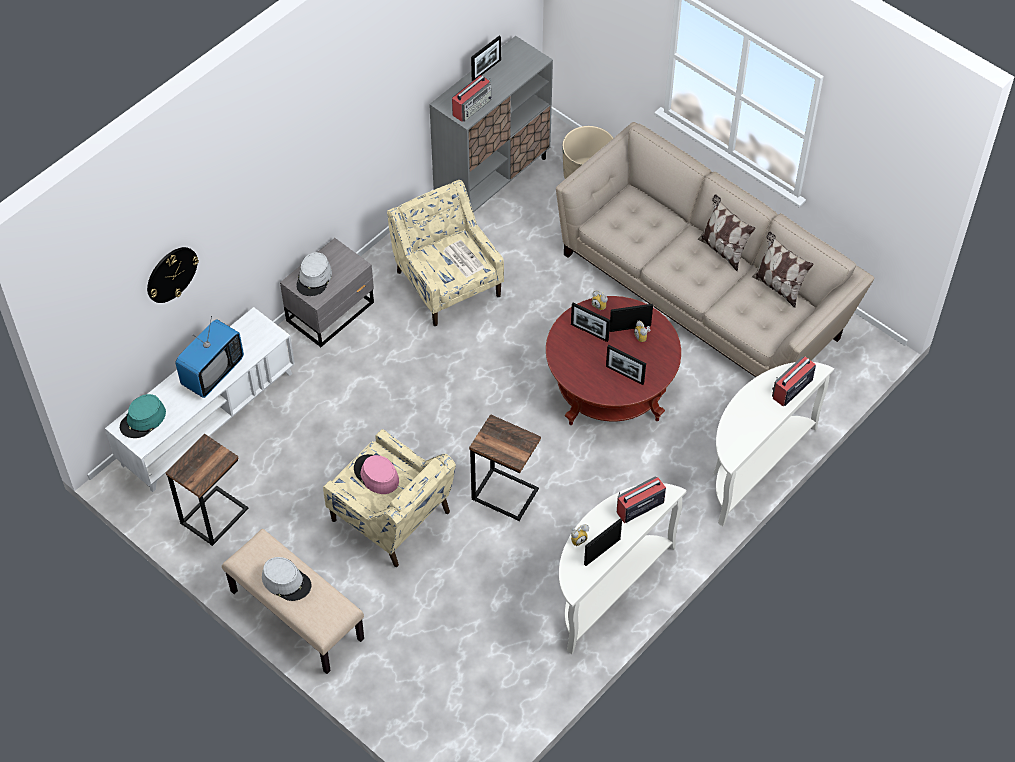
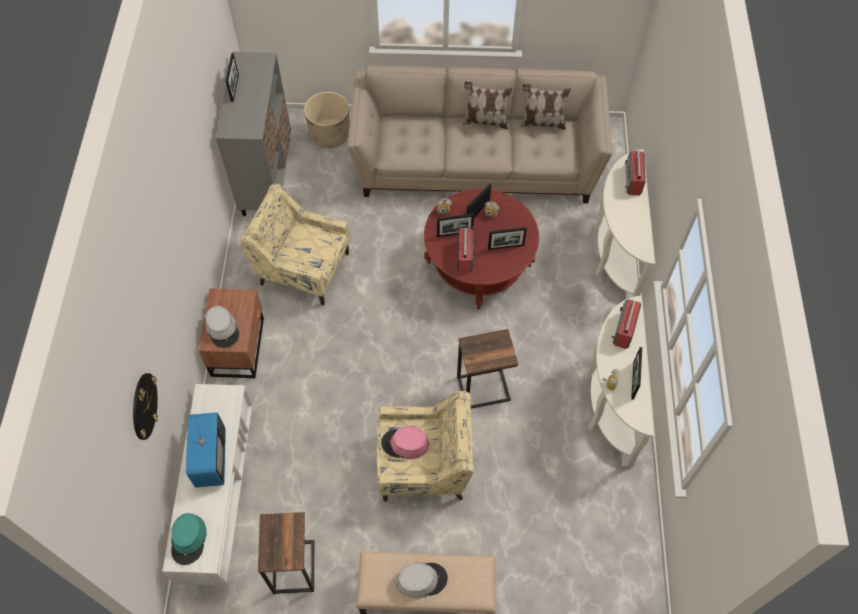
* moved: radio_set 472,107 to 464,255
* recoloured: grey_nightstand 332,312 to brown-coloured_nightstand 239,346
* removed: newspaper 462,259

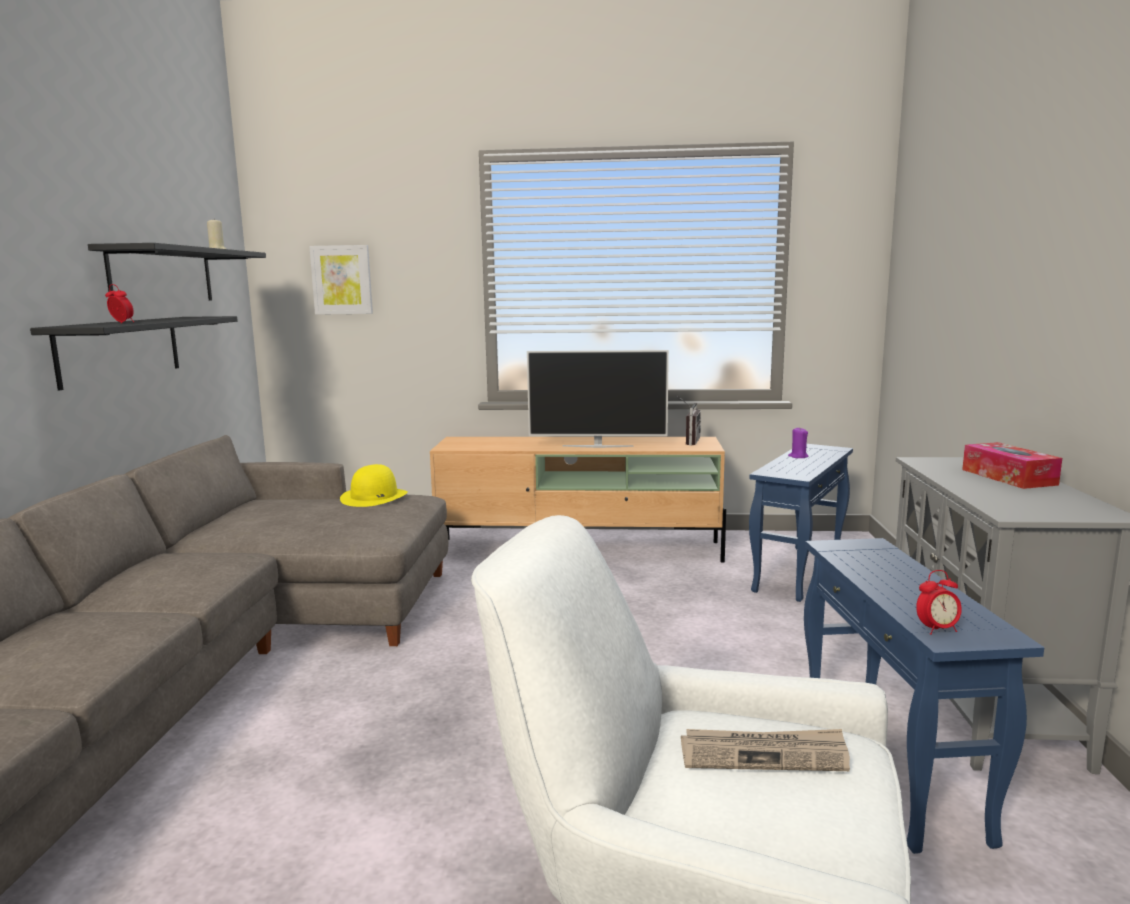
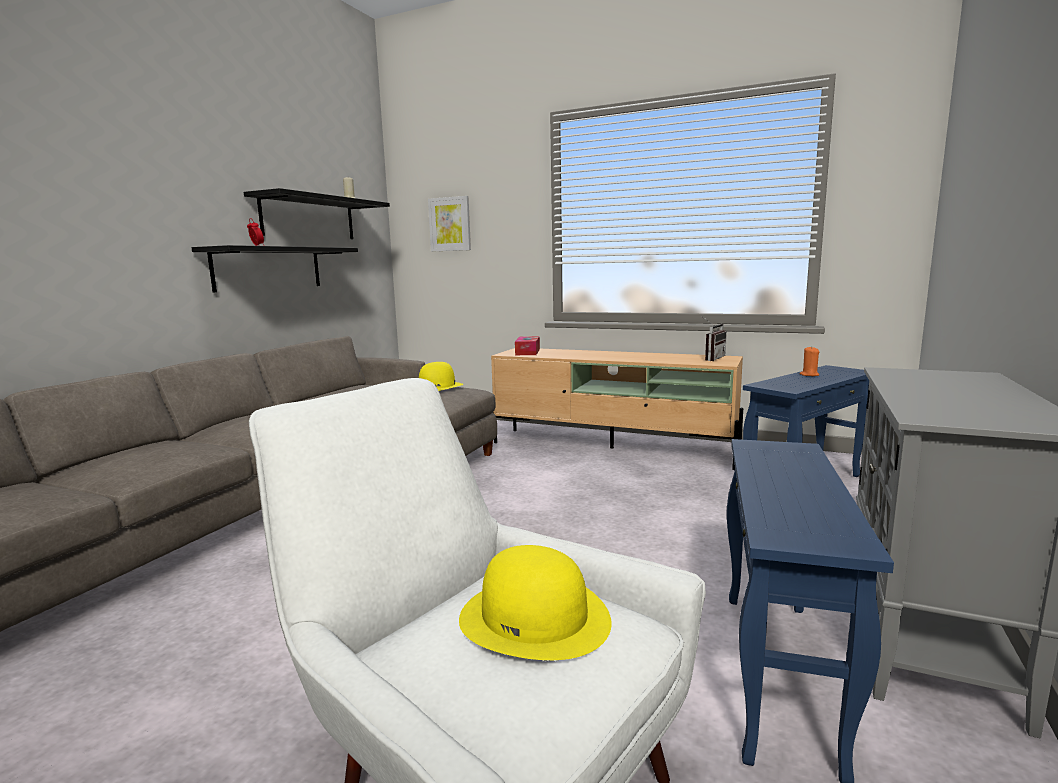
* removed: TV 597,446
* recoloured: purple_wax_light 798,456 to orange_wax_light 809,375
* moved: box_of_tissues 1008,477 to 527,352
* removed: bedside_clock 937,629
* replaced: newspaper 764,754 to yellow-coloured_hat 535,618

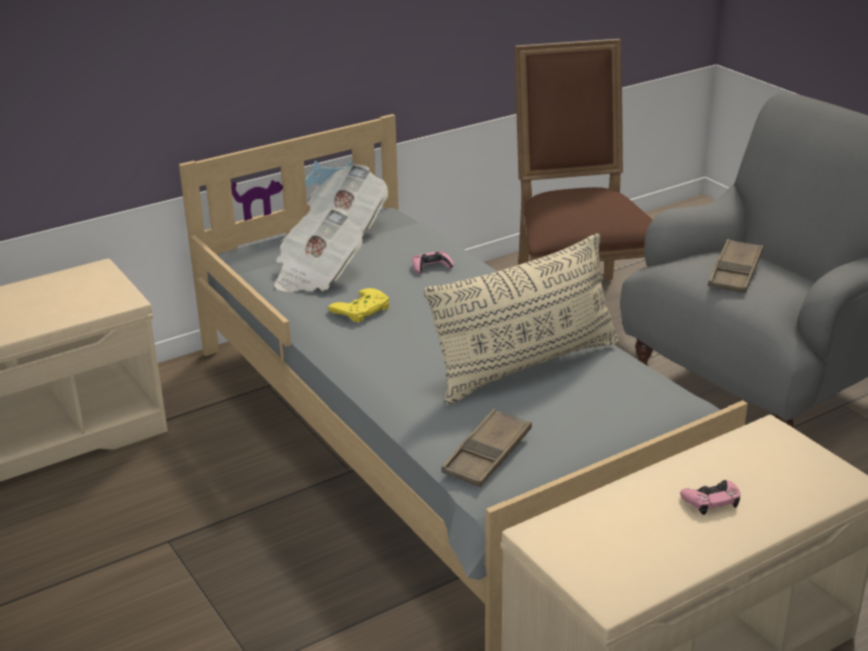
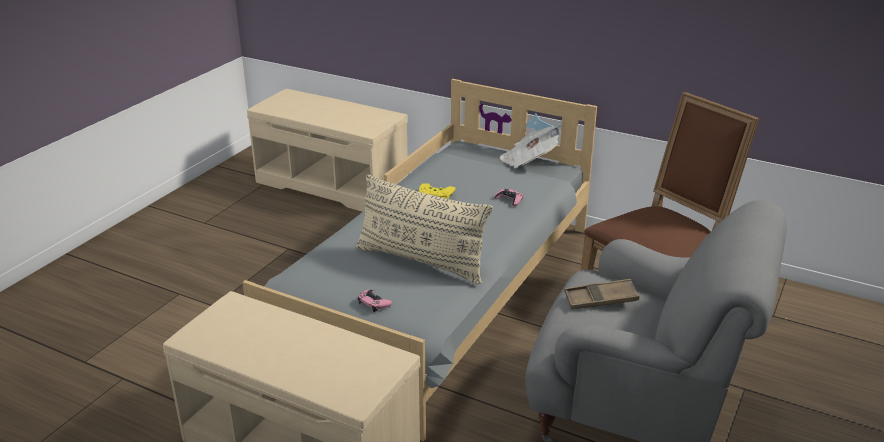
* removed: newspaper 316,274
* removed: brown-coloured_tray 487,454
* moved: pink_joypad 711,500 to 374,303

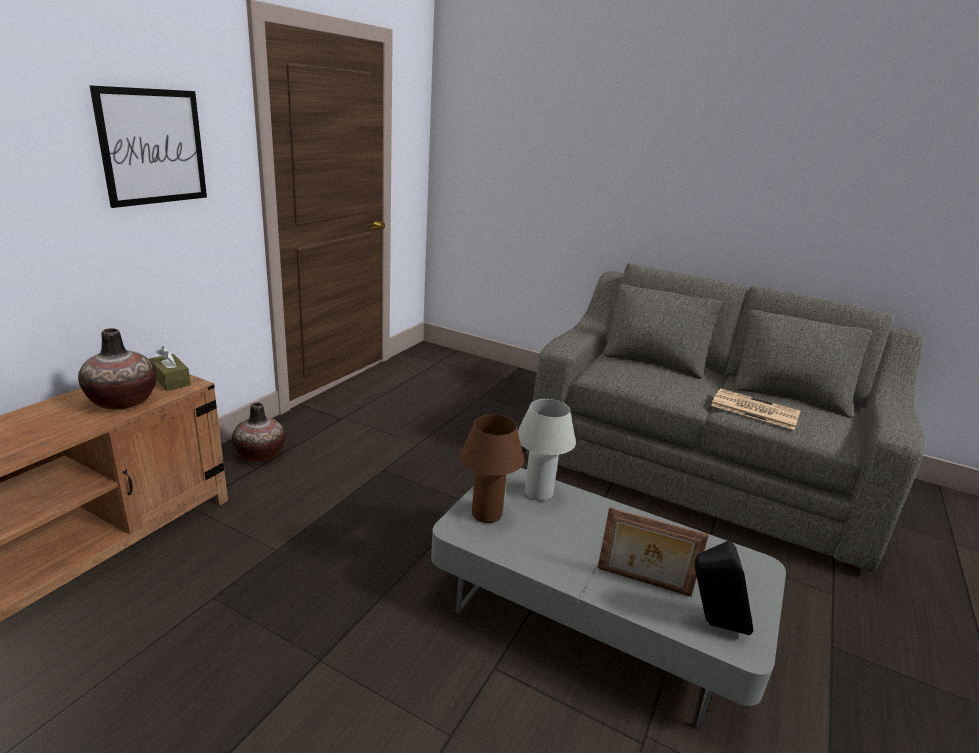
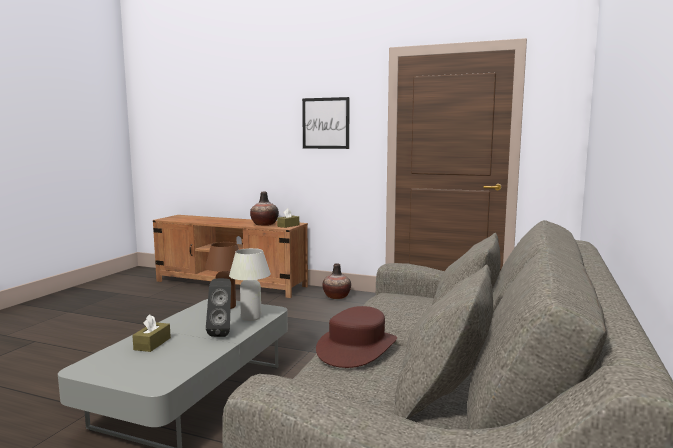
* replaced: newspaper 753,409 to brown-coloured_hat 357,348
* replaced: picture_frame 643,582 to brown-coloured_box_of_tissues 152,344
* moved: black-coloured_loudspeaker 713,623 to 222,333

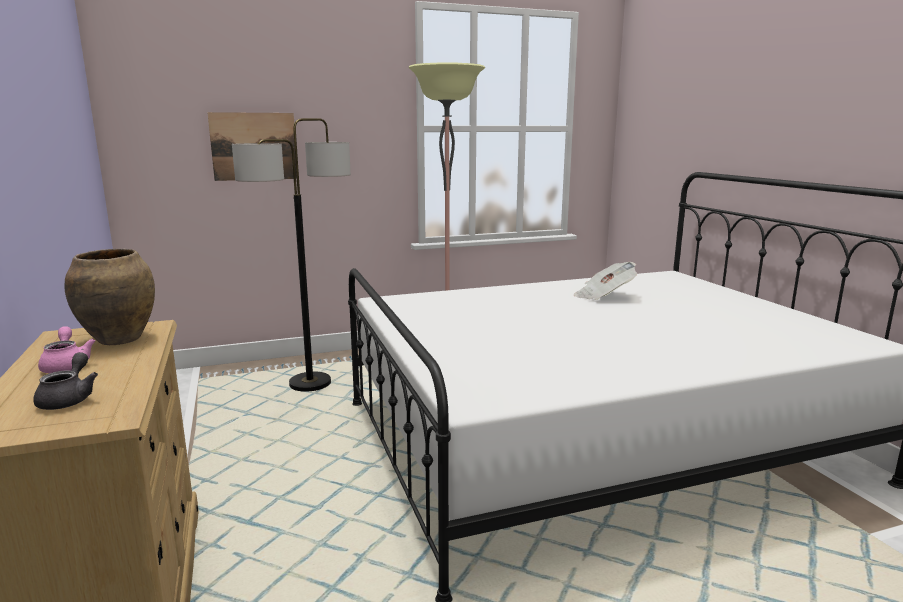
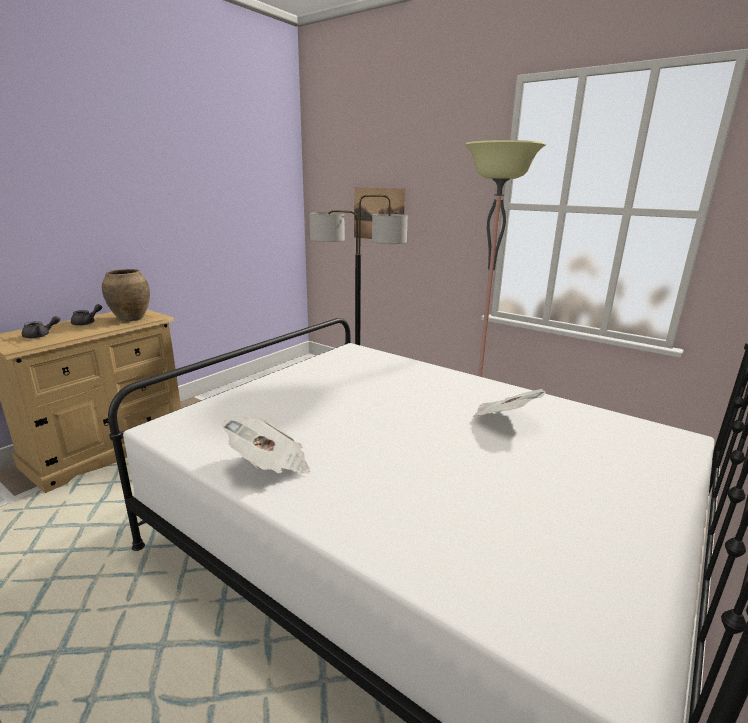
* recoloured: pink_pot_for_tea 66,365 to grey_pot_for_tea 87,323
* added: newspaper 270,465

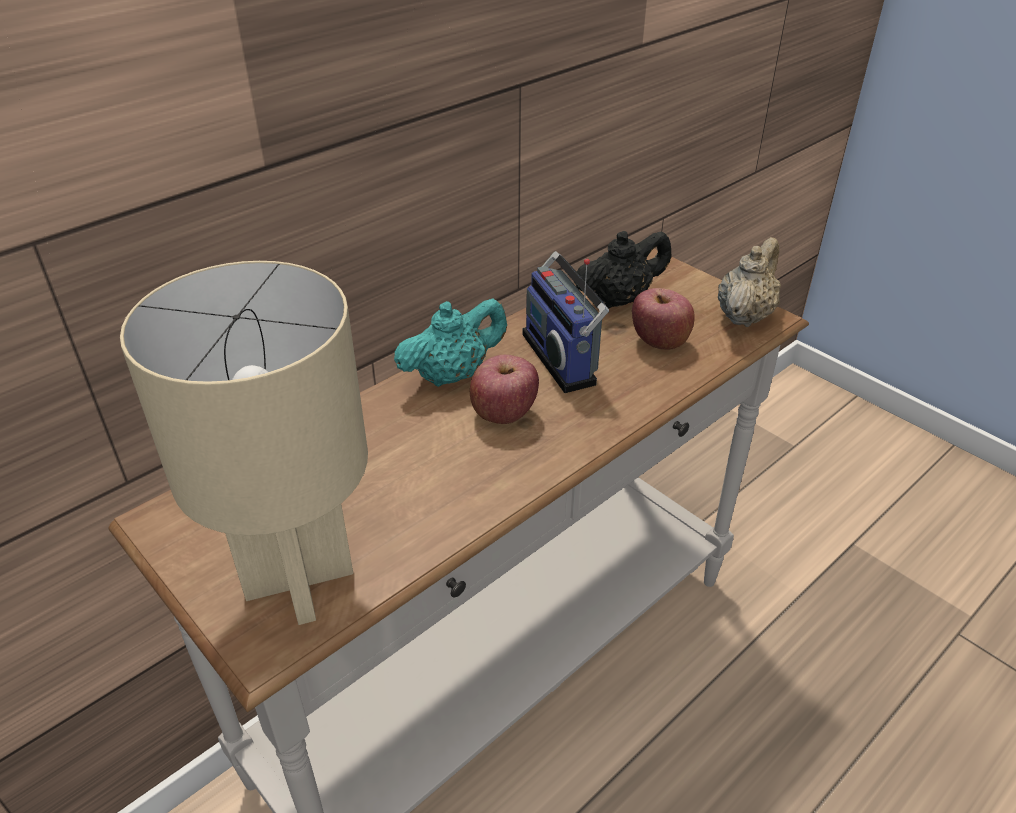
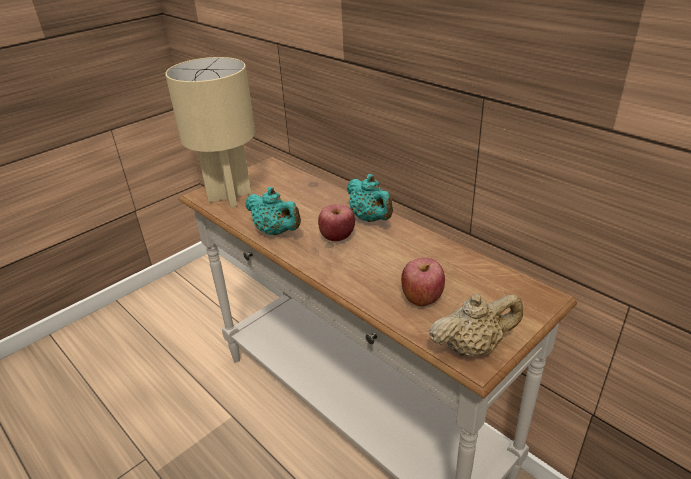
* removed: black-coloured_pot_for_tea 619,300
* turned: sand-coloured_pot_for_tea 744,315 = 472,347 45 degrees counterclockwise
* removed: radio_set 564,357
* added: blue-green_pot_for_tea 276,232

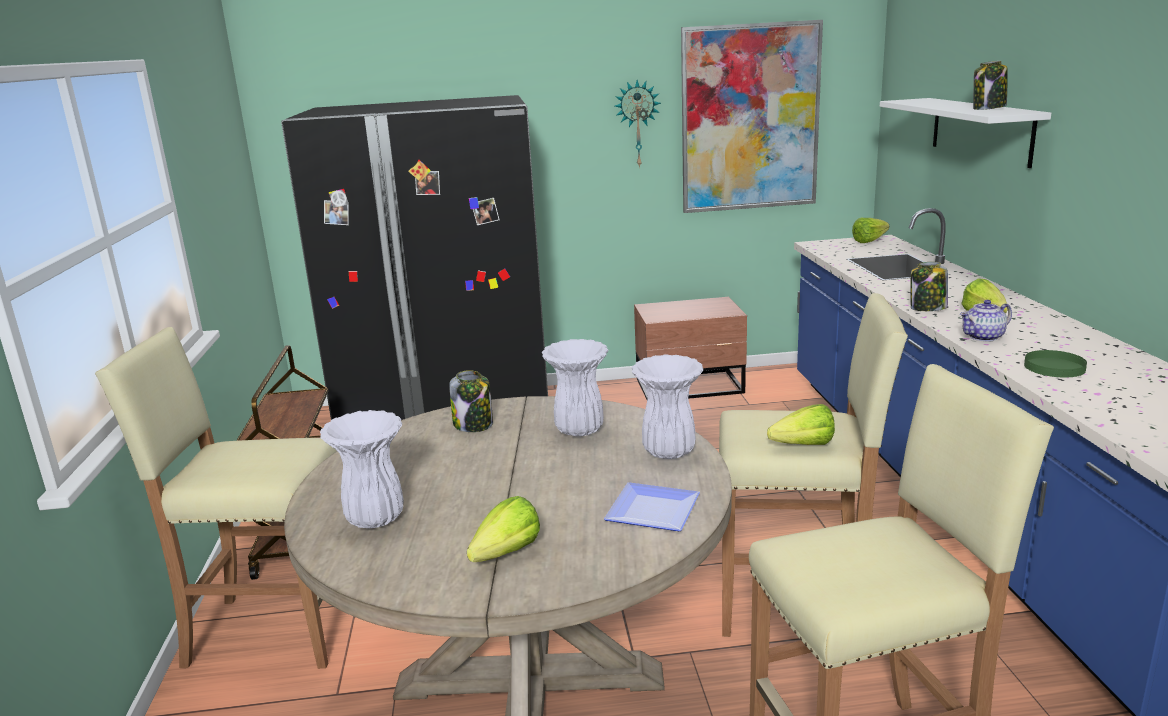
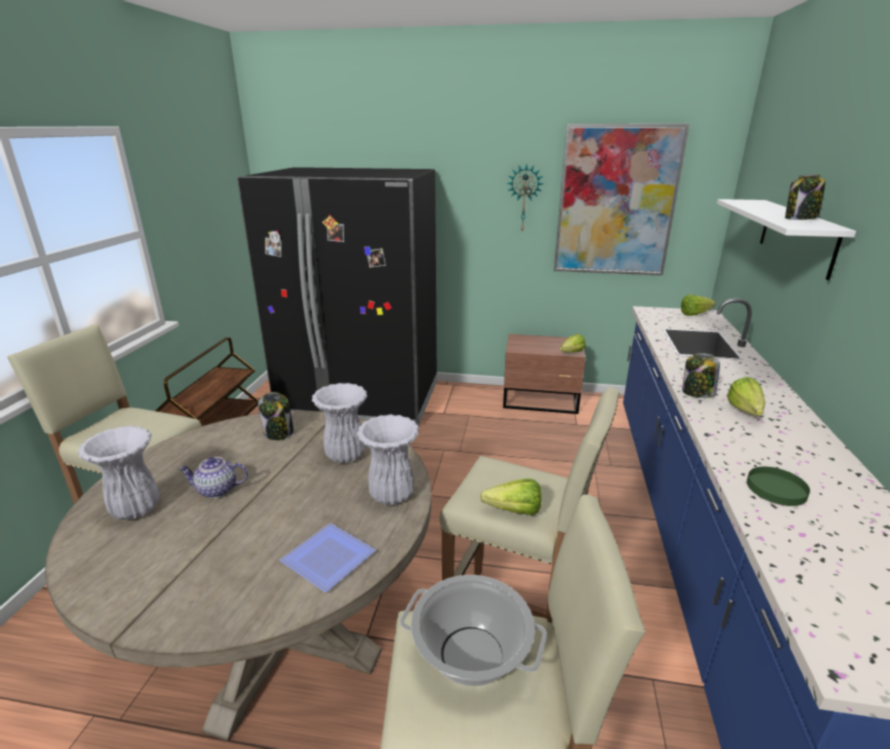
* moved: pot_for_tea 984,337 to 218,490
* moved: lettuce_head 500,557 to 569,353
* added: stockpot 470,655

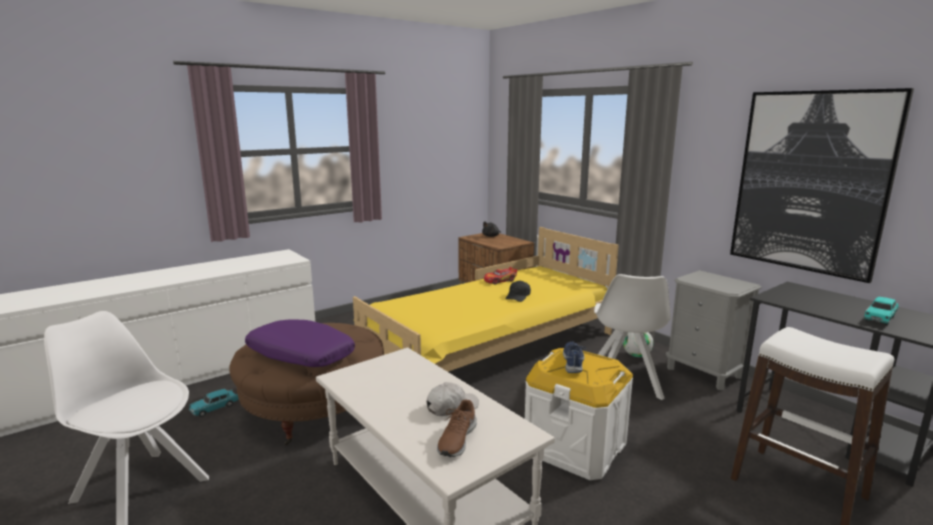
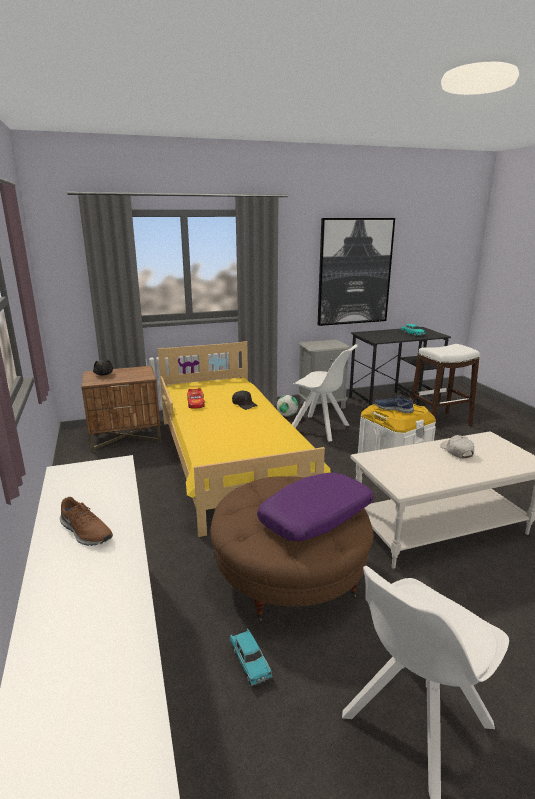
* moved: brown-coloured_low_shoe 456,439 to 85,532

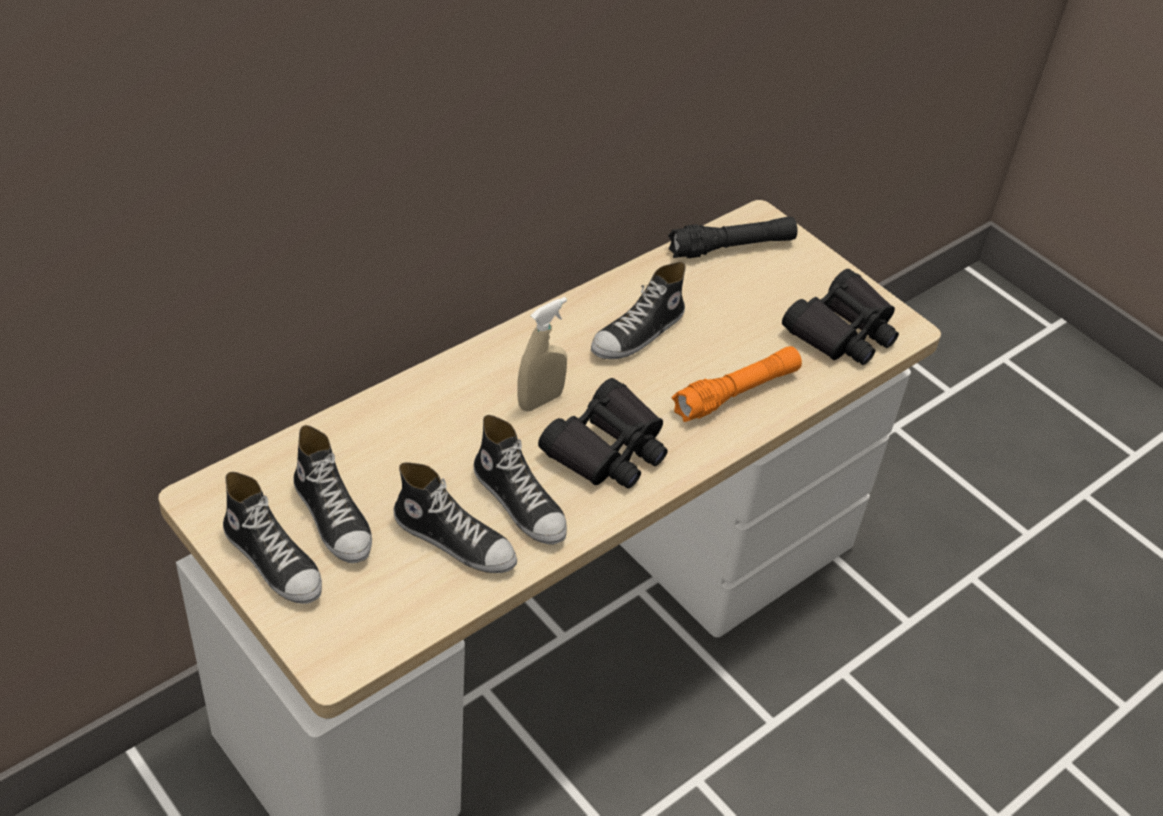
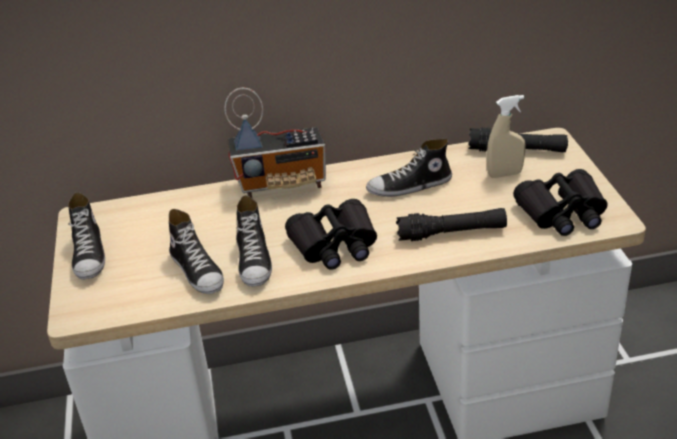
* moved: sand-coloured_hand_sprayer 540,400 to 504,174
* recoloured: orange_torch 736,393 to black-coloured_torch 451,233
* removed: low_shoe 334,517
* added: radio_set 282,184

